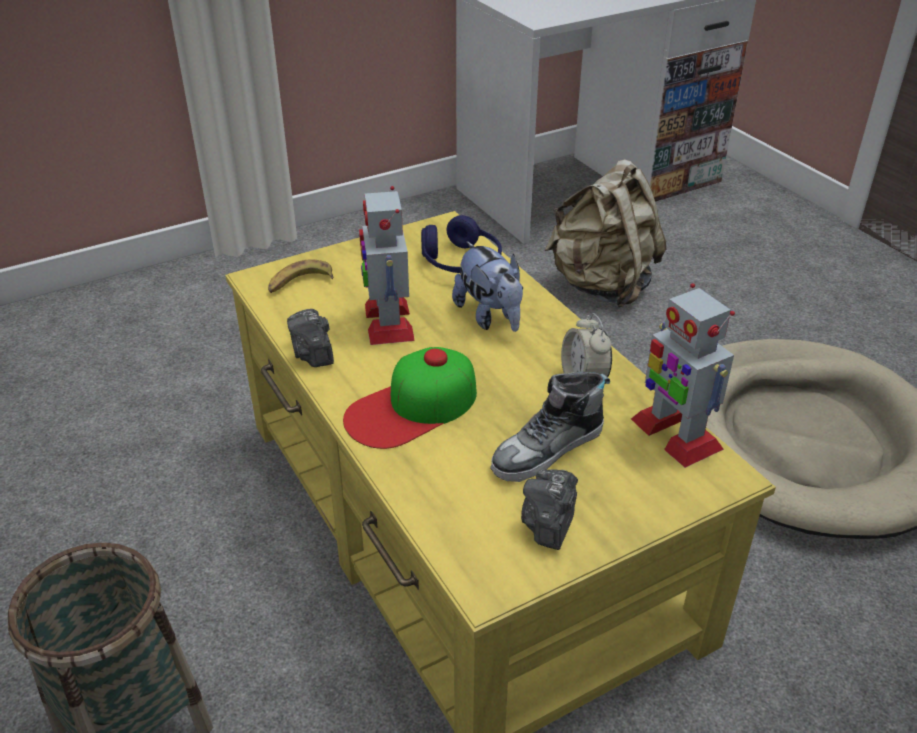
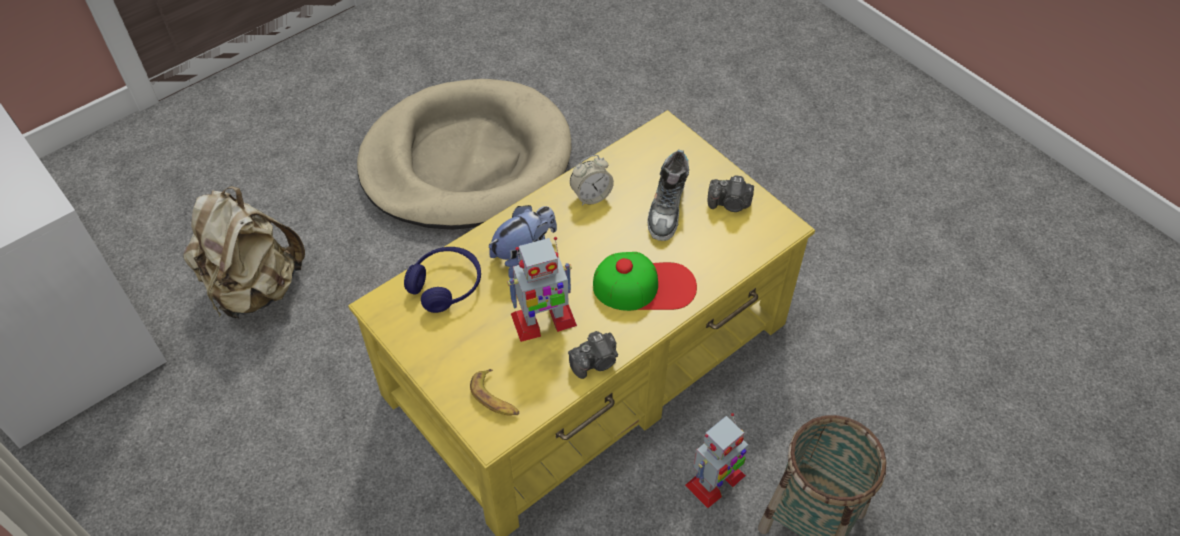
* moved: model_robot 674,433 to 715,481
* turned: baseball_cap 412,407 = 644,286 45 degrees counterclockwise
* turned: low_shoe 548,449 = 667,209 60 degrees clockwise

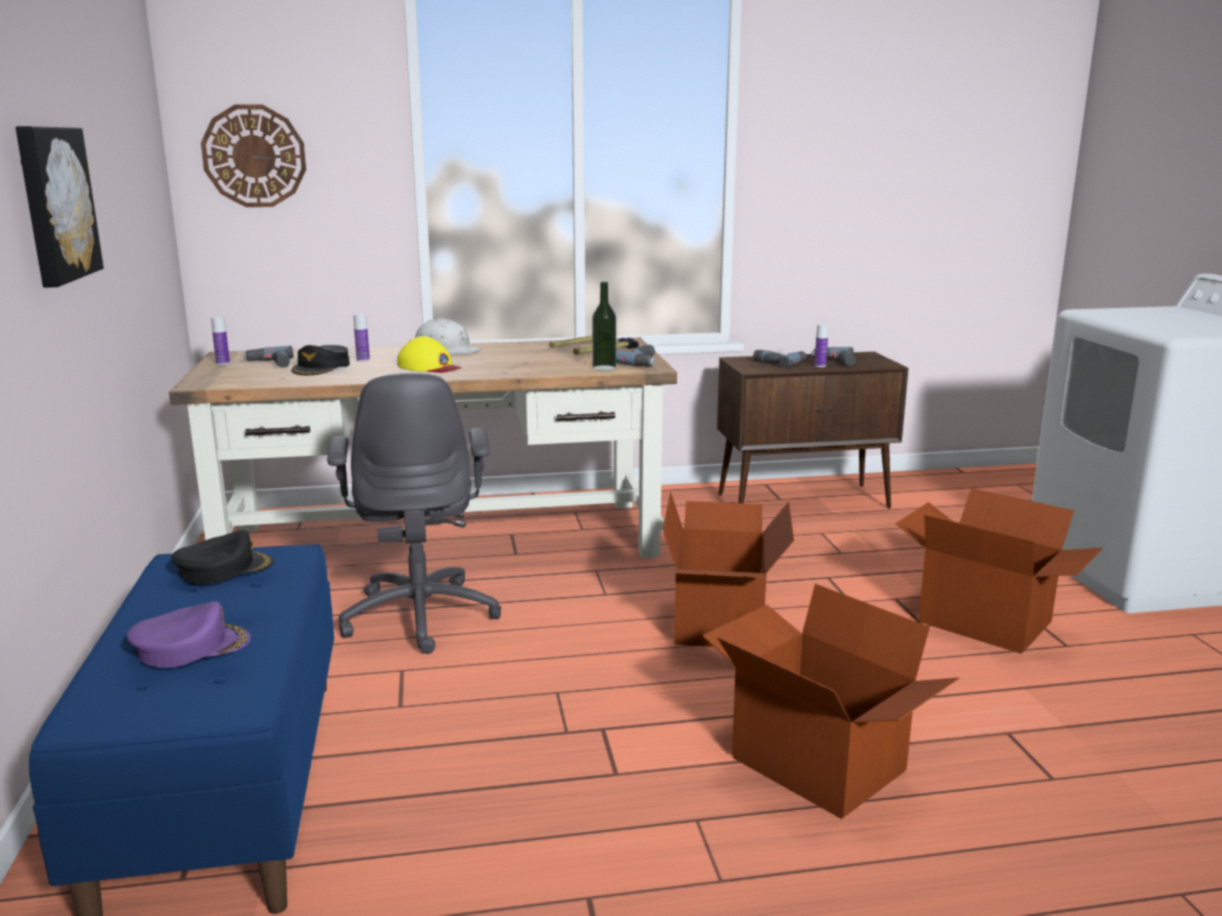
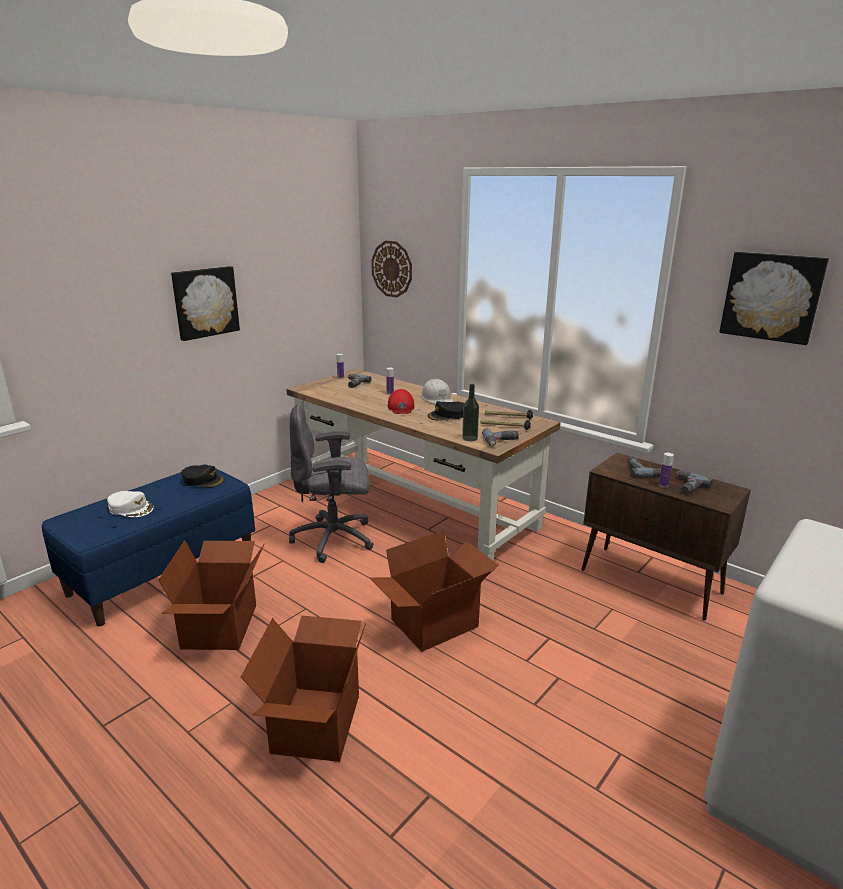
* recoloured: yellow-coloured_baseball_cap 429,367 to reddish_baseball_cap 401,407
* moved: black-coloured_baseball_cap 321,368 to 447,415
* turned: grey_desk_chair 421,615 = 335,539 45 degrees clockwise
* moved: cardboard_box 985,621 to 221,626
* recoloured: purple_baseball_cap 191,646 to whitish_baseball_cap 131,508
* added: wall_art 772,297

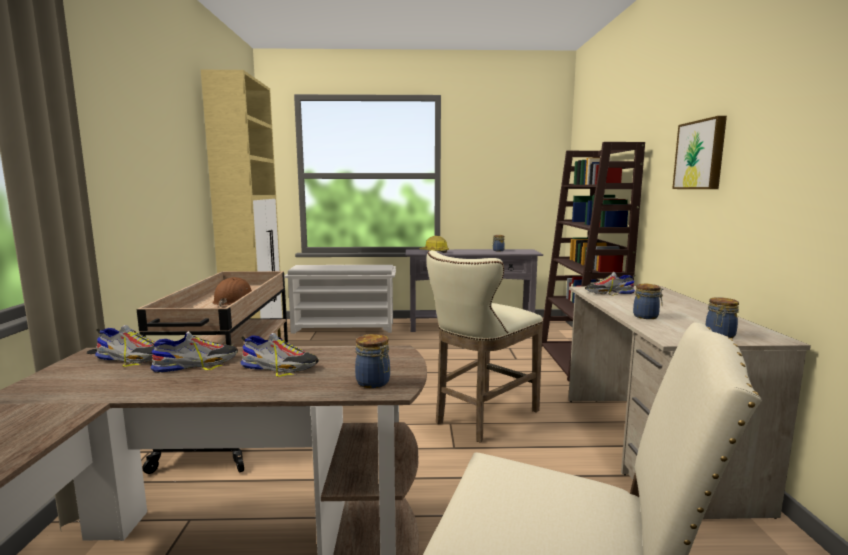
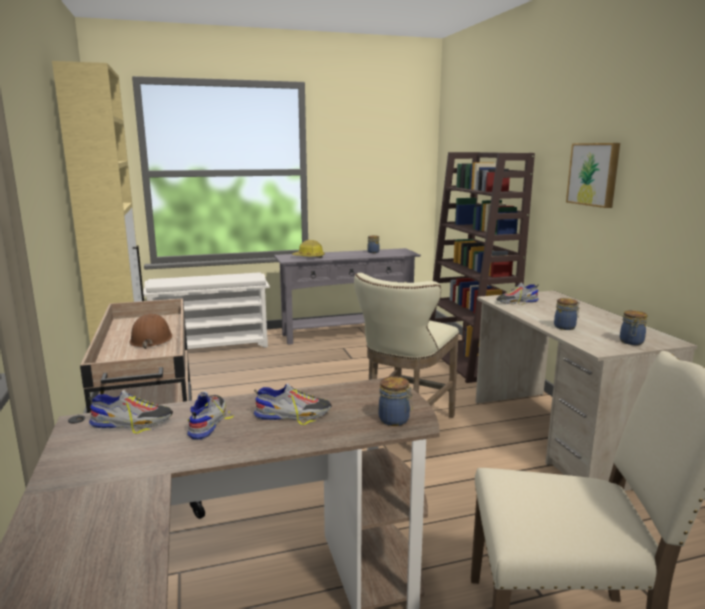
* turned: low_shoe 196,364 = 207,421 45 degrees counterclockwise

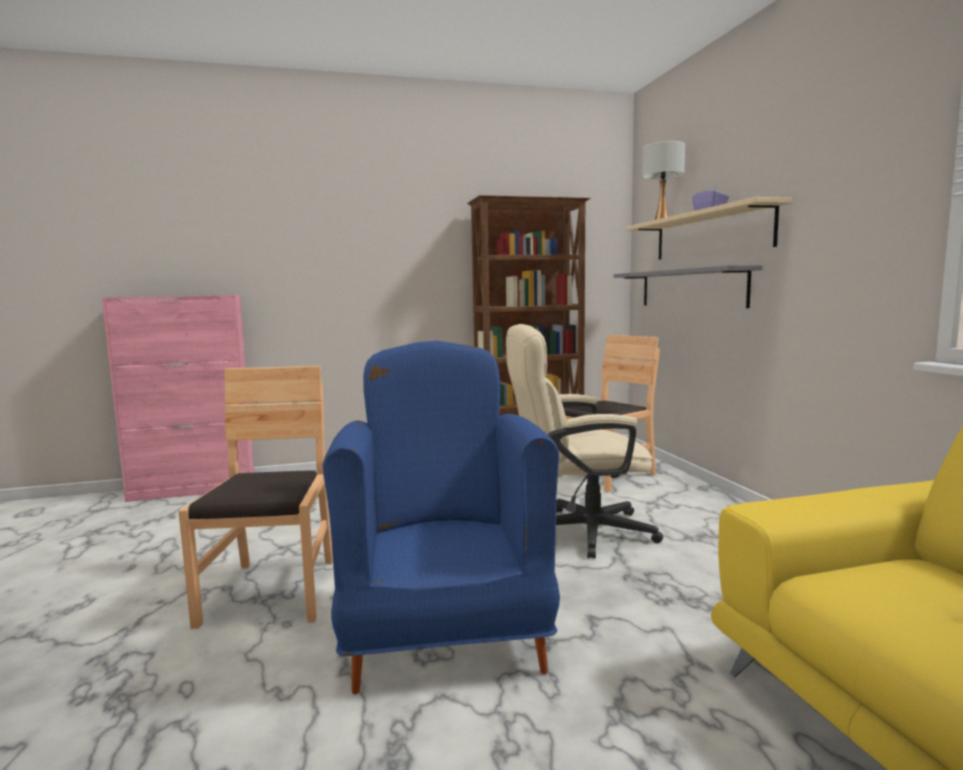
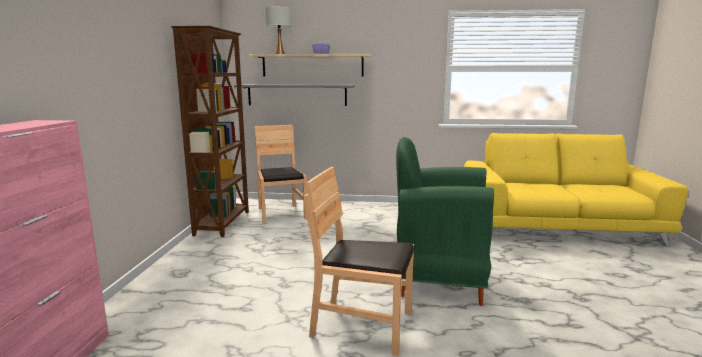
* removed: sand-coloured_desk_chair 577,532
* recoloured: blue_lounge_chair 445,634 to greenish_lounge_chair 439,280

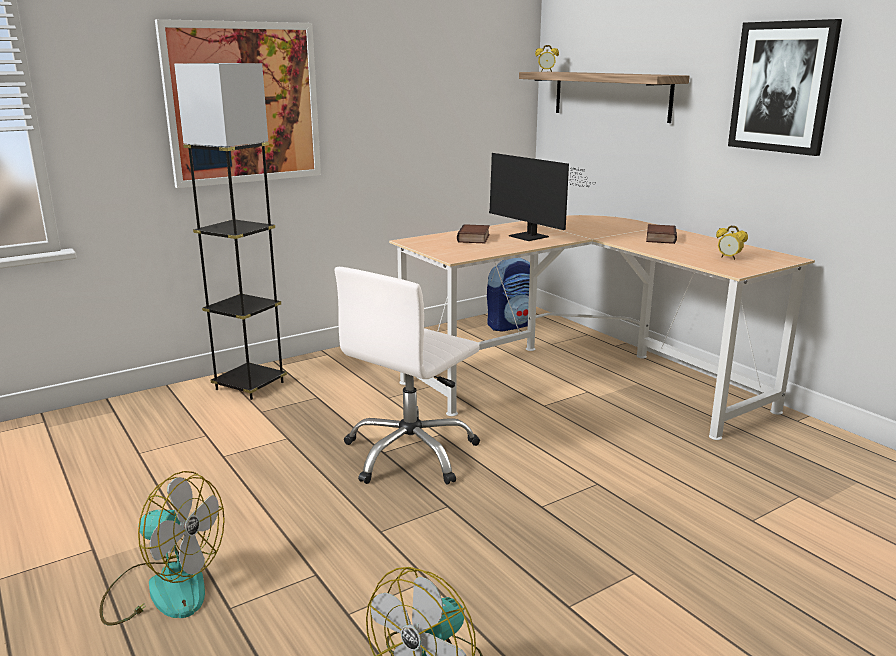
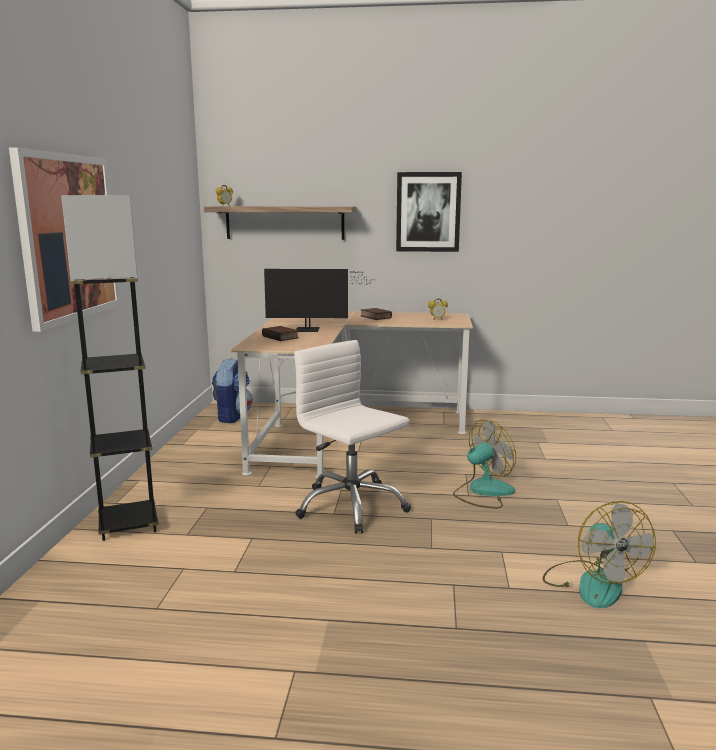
* turned: whitish_desk_chair 411,454 = 351,506 150 degrees clockwise
* moved: electric_fan 163,588 to 483,492

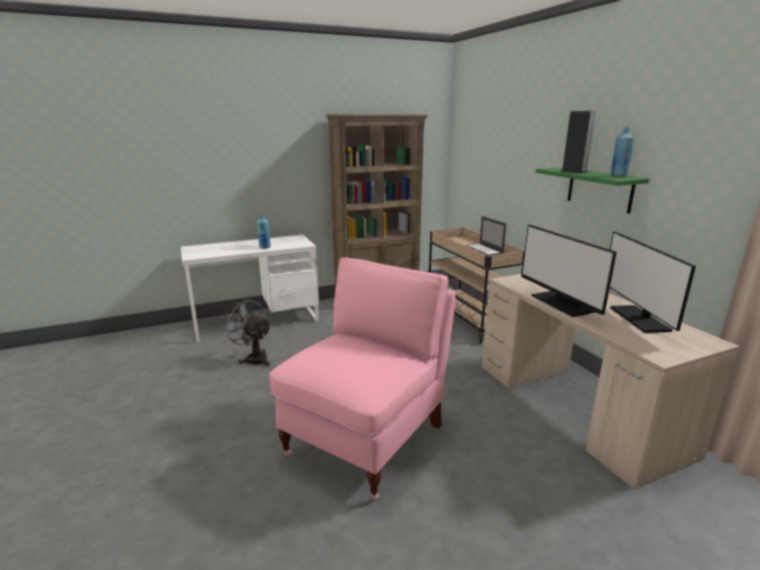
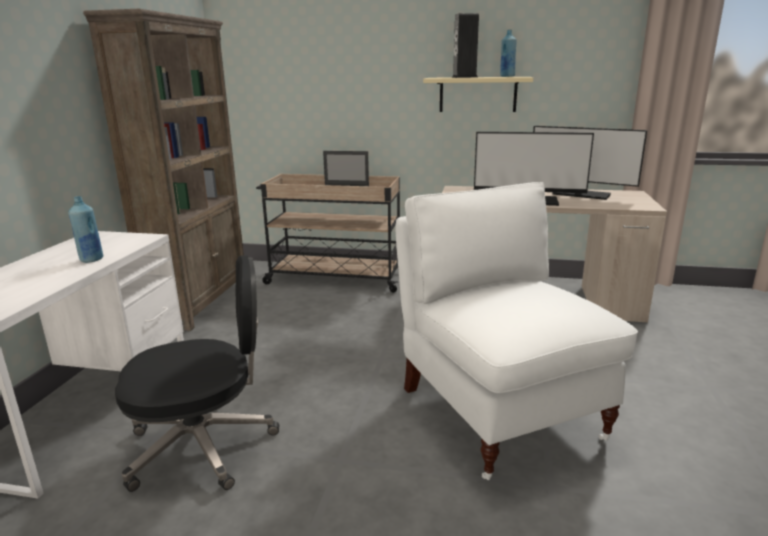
* recoloured: greenish_wall_shelf 599,189 to sand-coloured_wall_shelf 478,94
* recoloured: pink_upright_chair 367,438 to whitish_upright_chair 498,411
* replaced: grey_electric_fan 253,358 to black-coloured_desk_chair 204,445

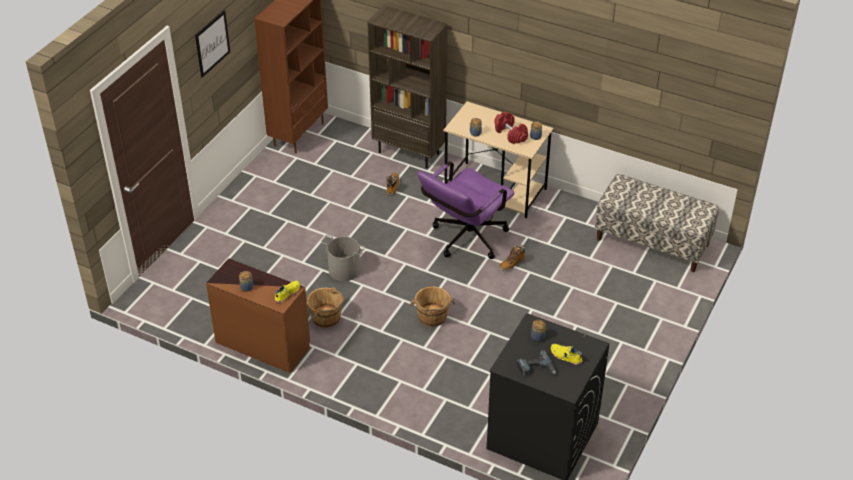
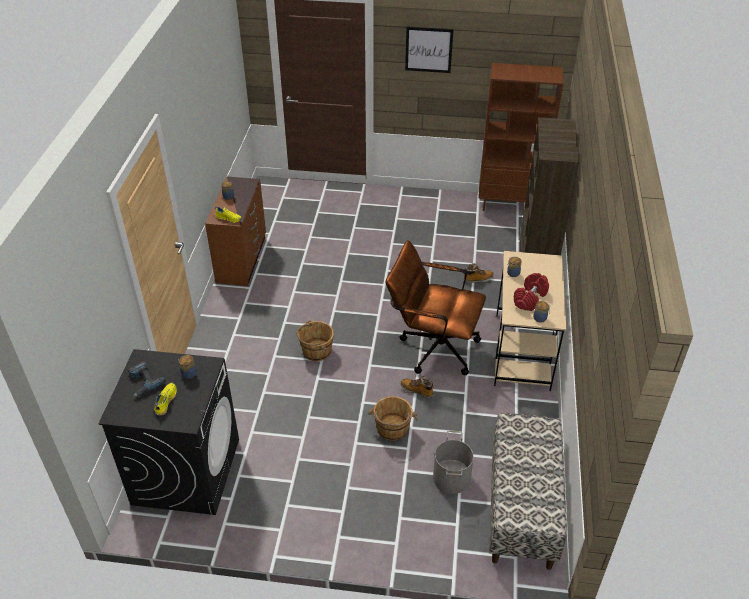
* recoloured: purple_desk_chair 464,240 to brown-coloured_desk_chair 432,347
* moved: grey_bucket 344,269 to 452,477
* moved: brown-coloured_bucket 326,318 to 392,429

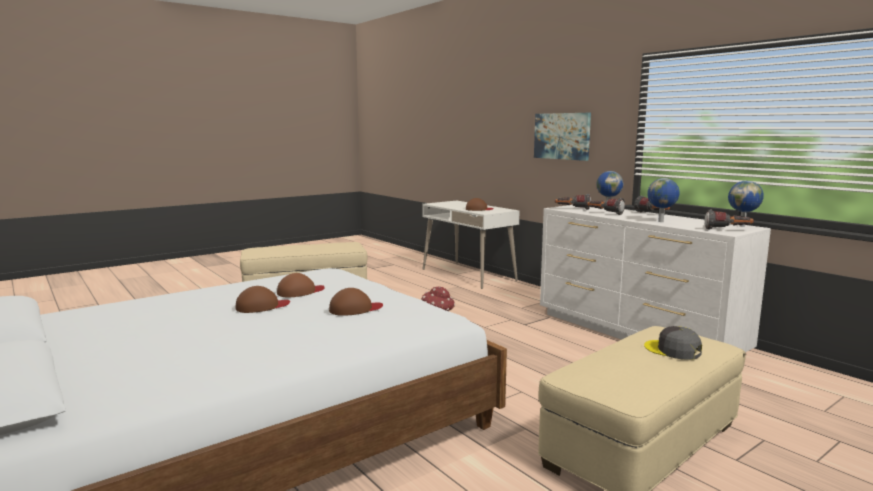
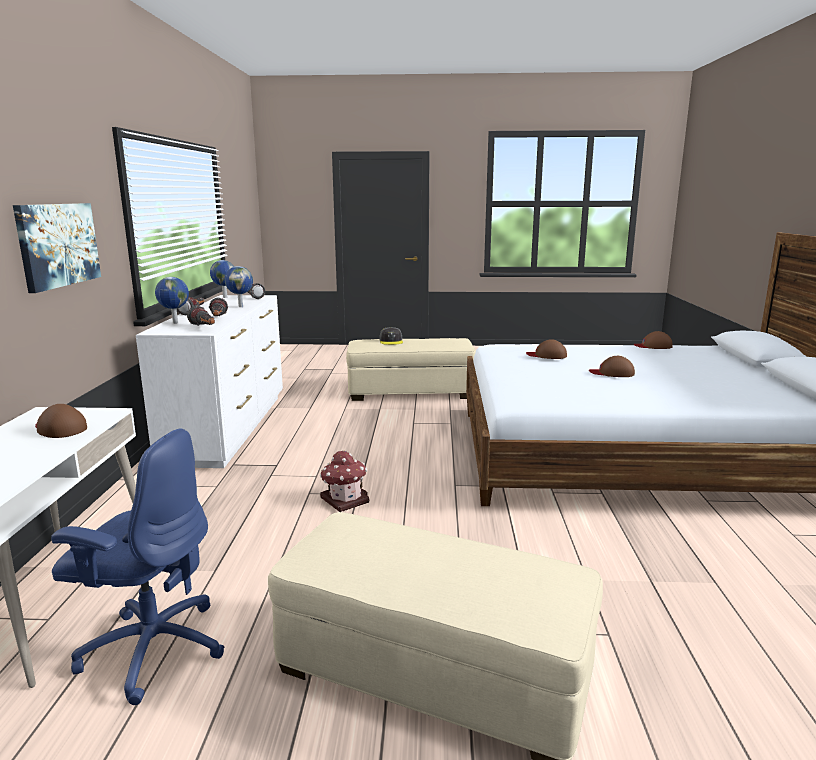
* moved: brown-coloured_baseball_cap 300,291 to 653,346
* added: blue_desk_chair 152,648

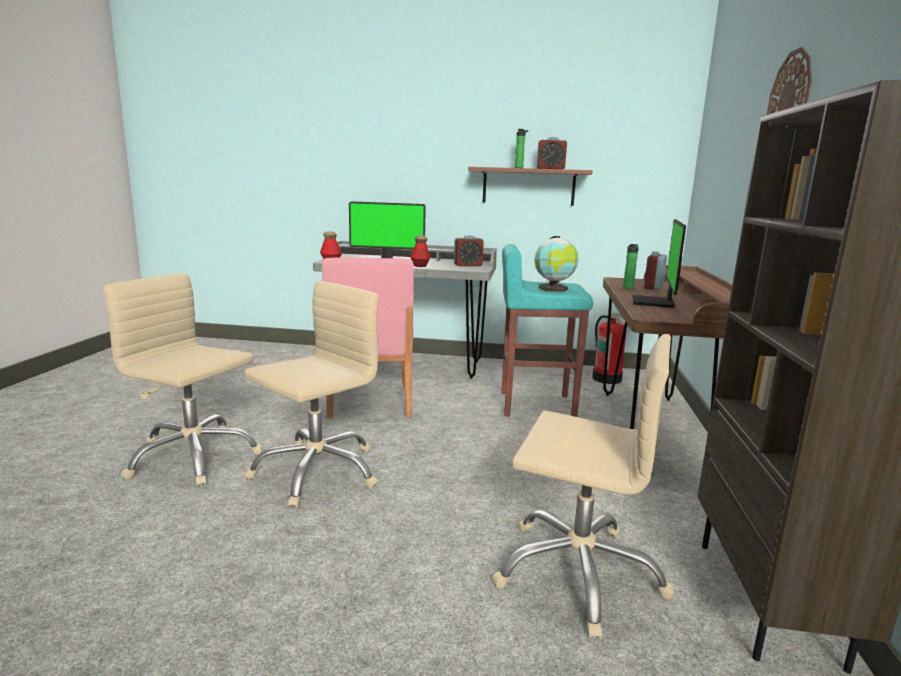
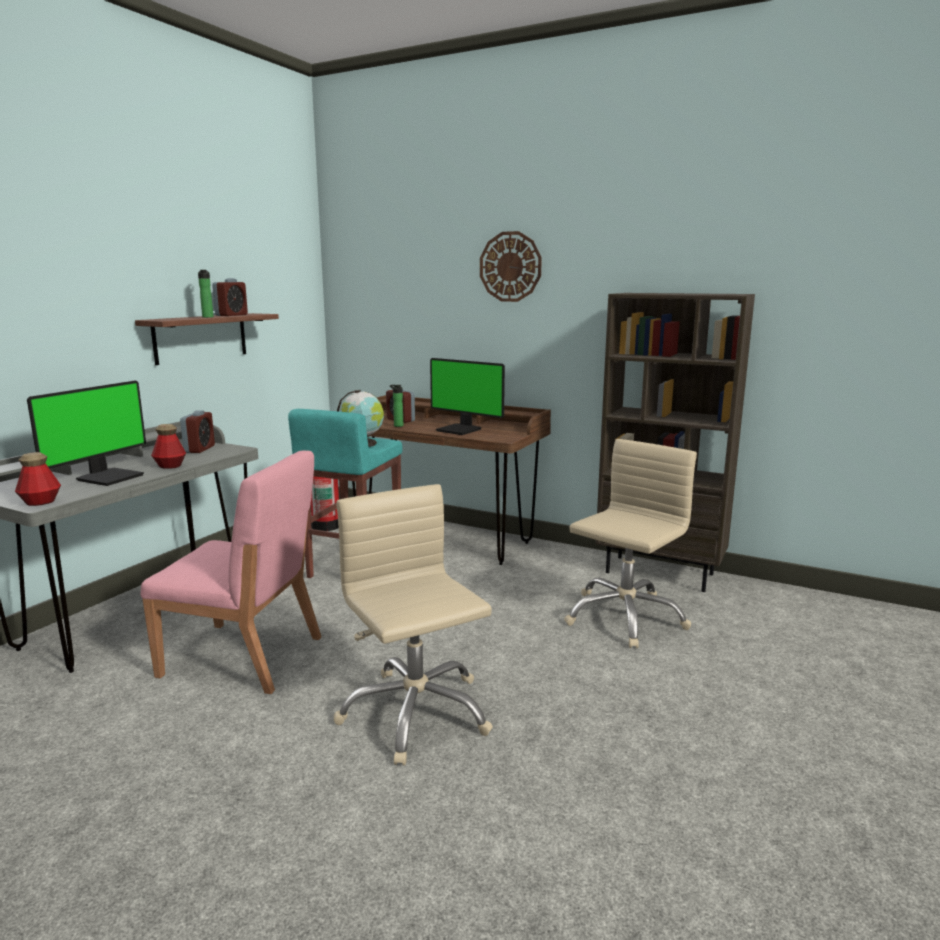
* removed: sand-coloured_desk_chair 193,457

